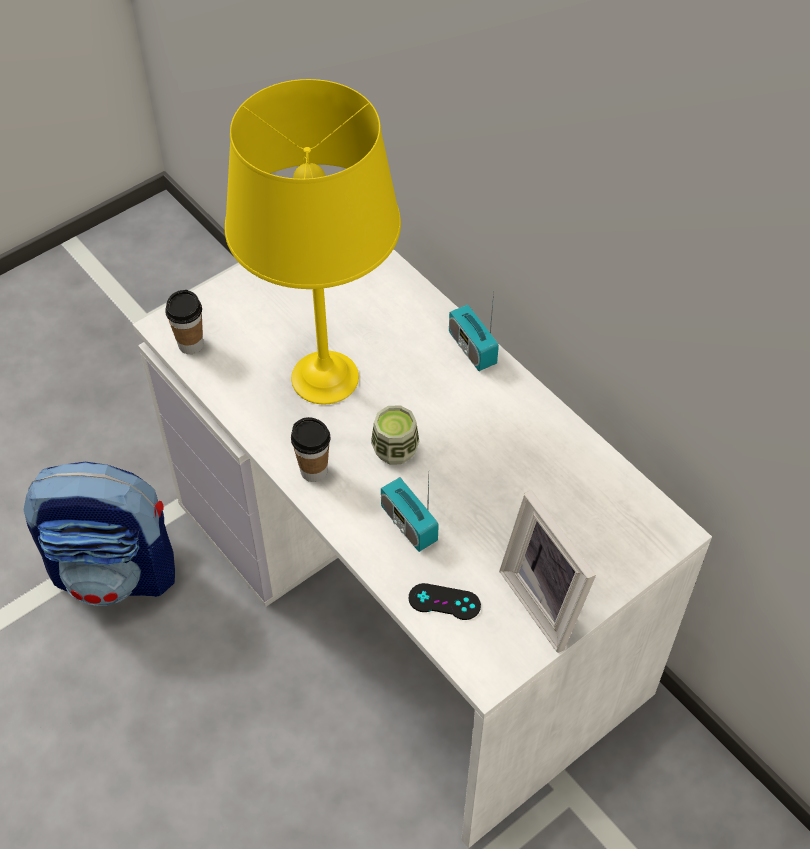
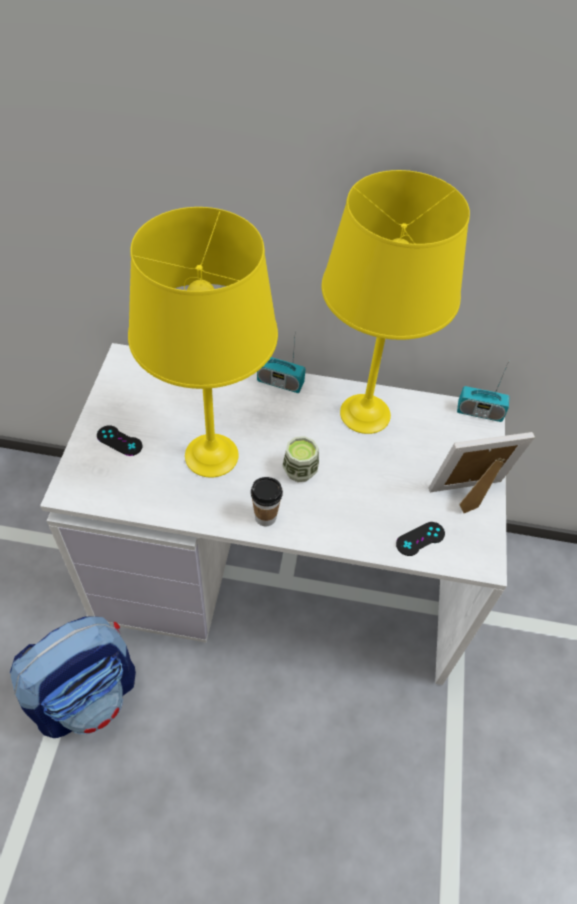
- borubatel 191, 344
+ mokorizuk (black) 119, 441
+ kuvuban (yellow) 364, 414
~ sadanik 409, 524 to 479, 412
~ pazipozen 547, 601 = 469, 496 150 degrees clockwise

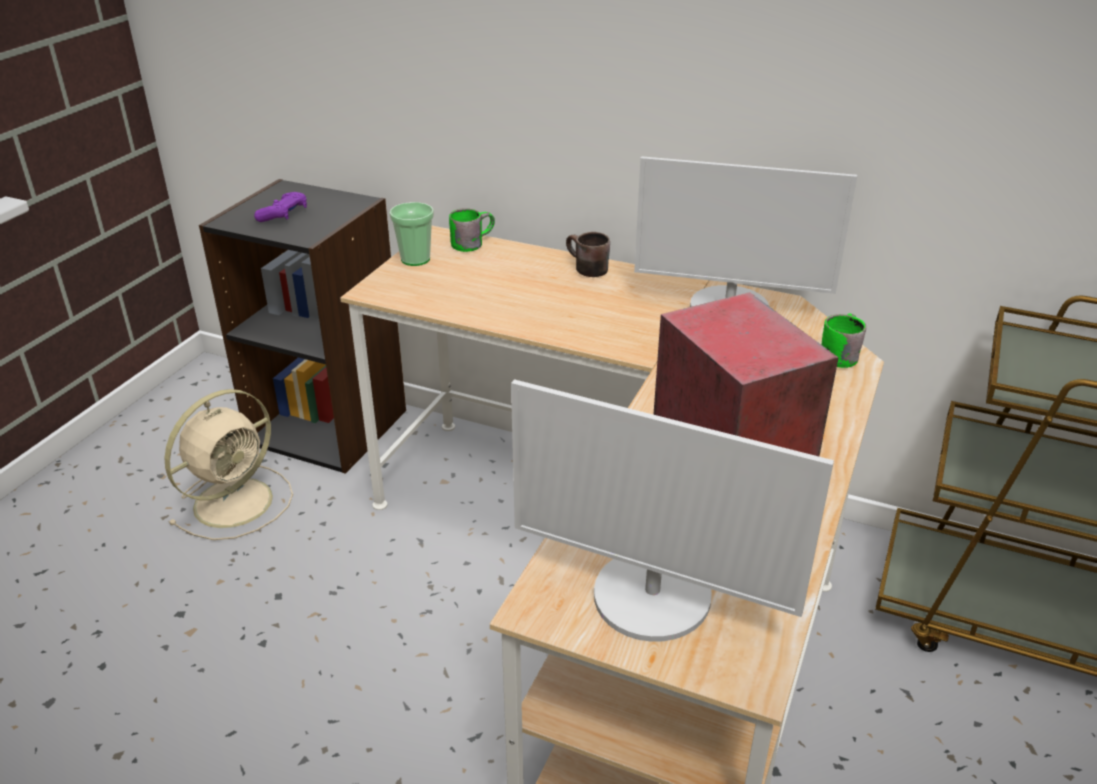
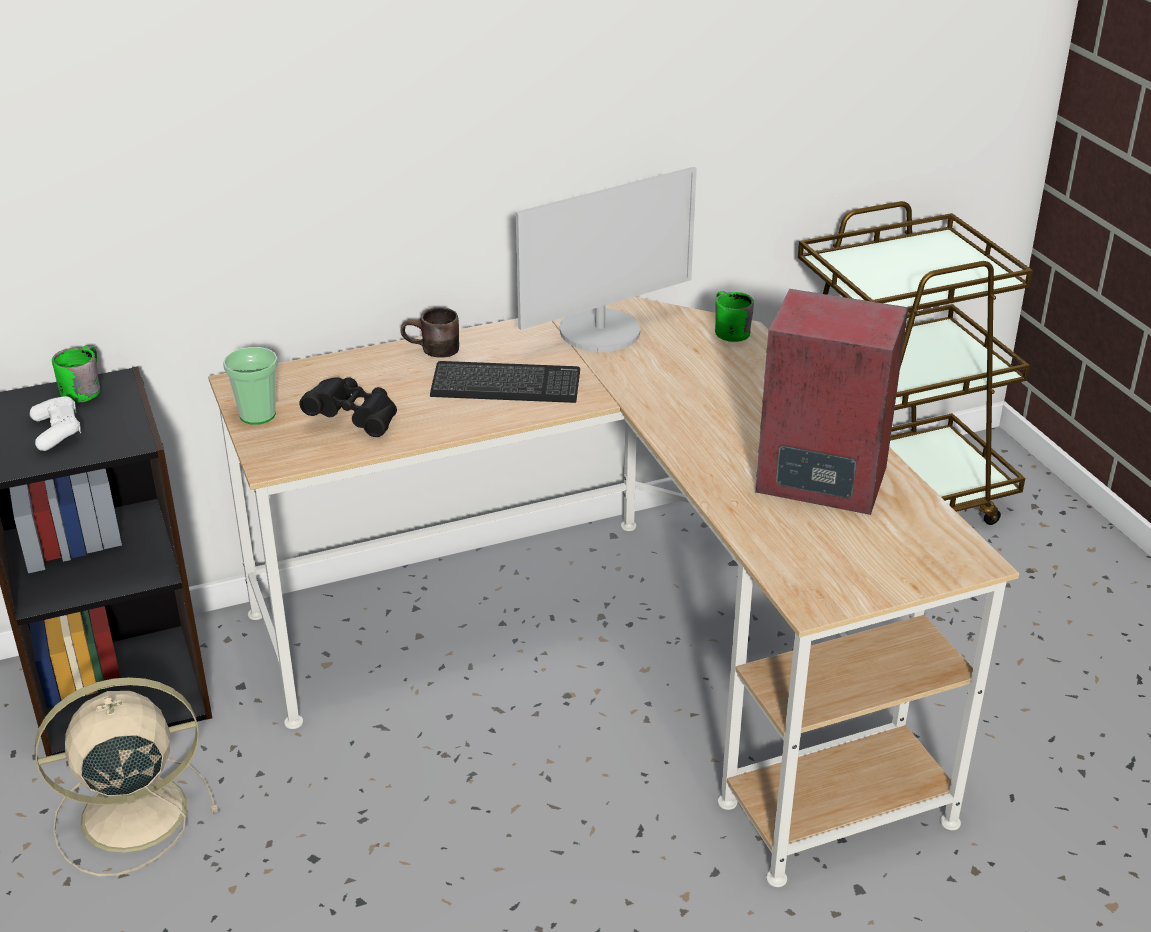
- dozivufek 652, 597
+ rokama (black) 354, 419
+ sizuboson 506, 386
~ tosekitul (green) 471, 243 to 81, 389
~ mokorizuk (purple) 284, 215 to mokorizuk (white) 57, 431
~ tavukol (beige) 236, 501 = 129, 815 105 degrees counterclockwise

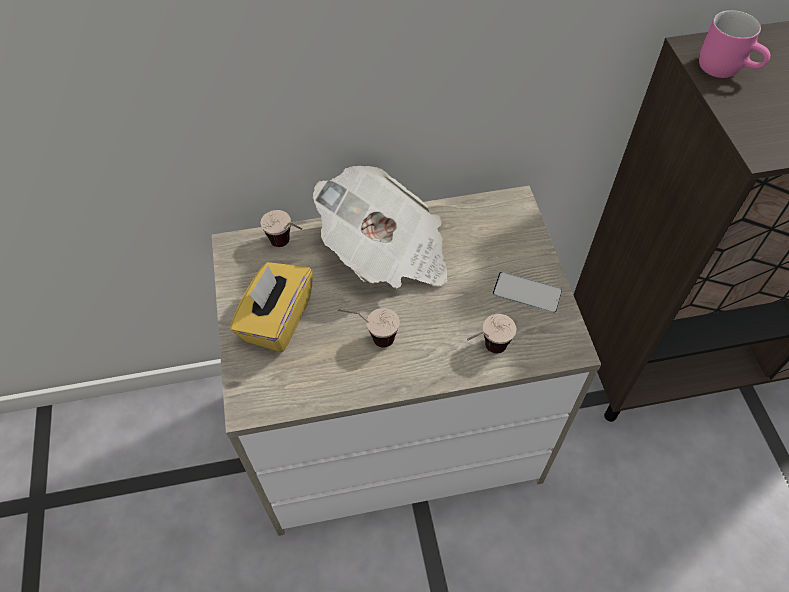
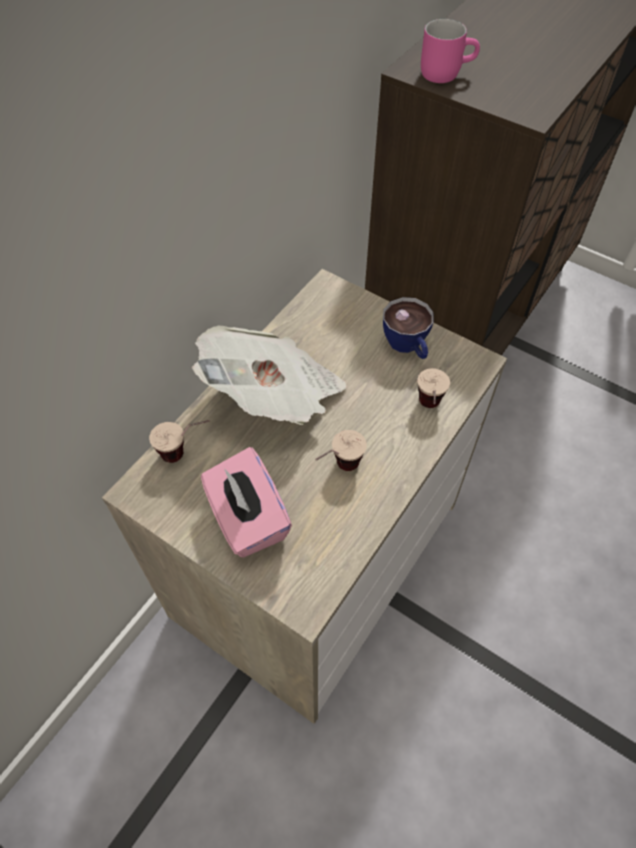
~ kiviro 527, 292 to borubatel 408, 347
~ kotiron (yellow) 276, 320 to kotiron (pink) 247, 518

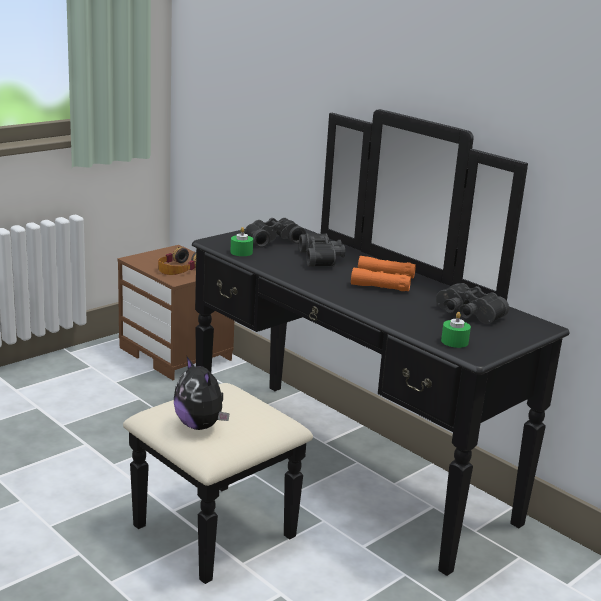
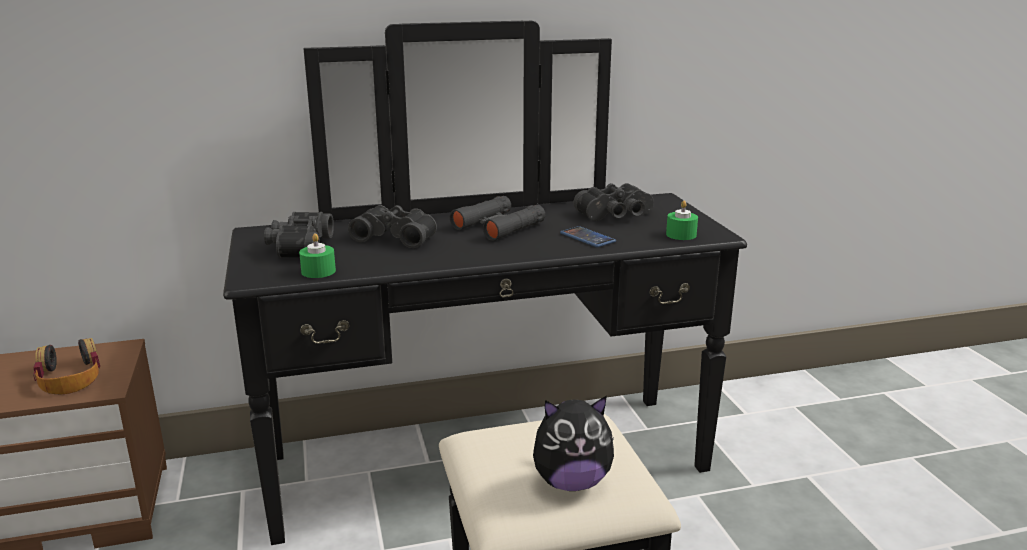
+ kiviro 587, 237
~ rokama (orange) 383, 281 to rokama (black) 498, 226

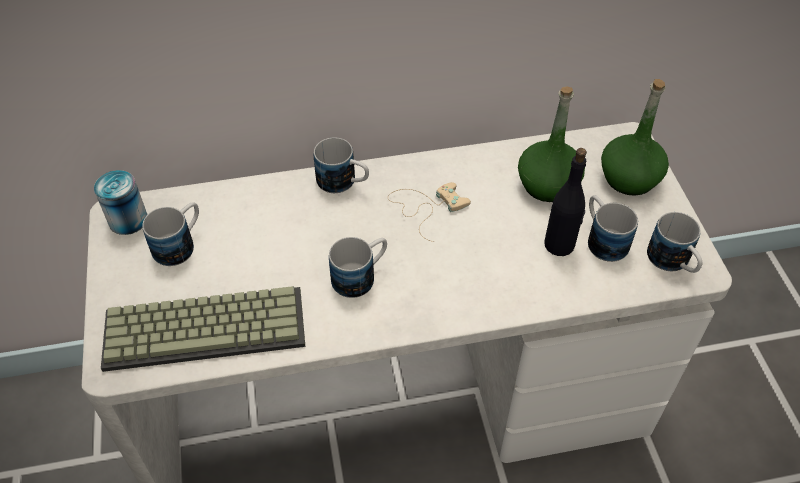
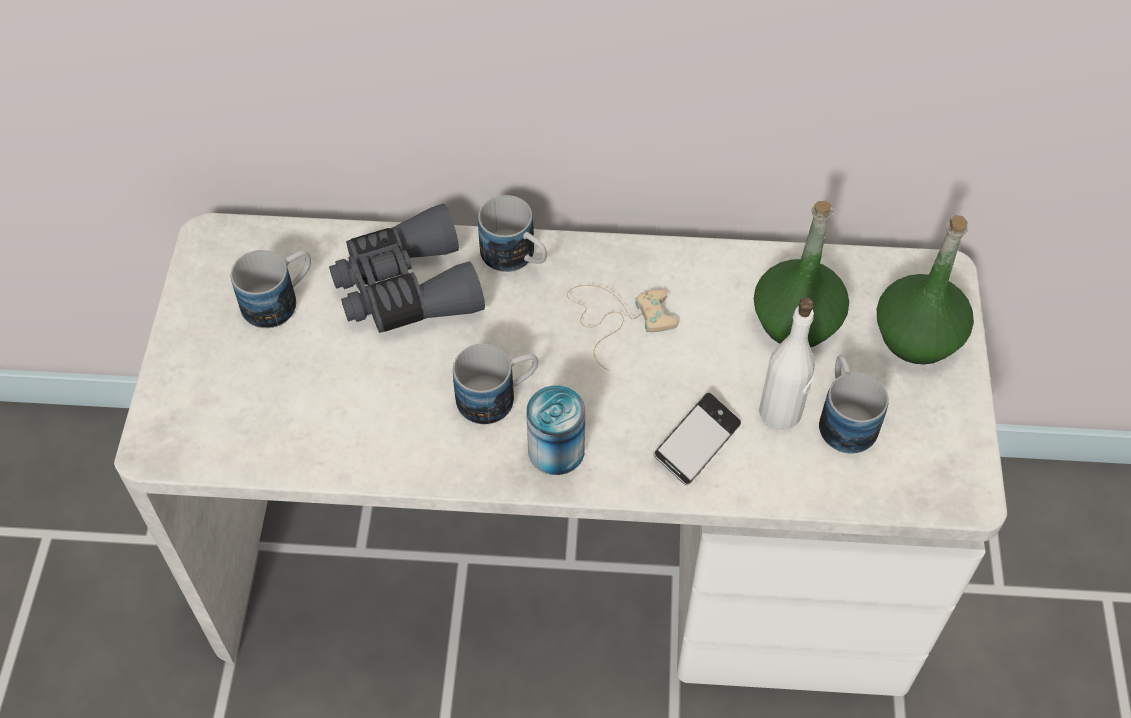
- sizuboson 207, 326
- tosekitul 673, 263
+ rokama (grey) 406, 289
+ kiviro 696, 443
~ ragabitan 128, 220 to 556, 450
~ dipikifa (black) 560, 244 to dipikifa (white) 781, 412

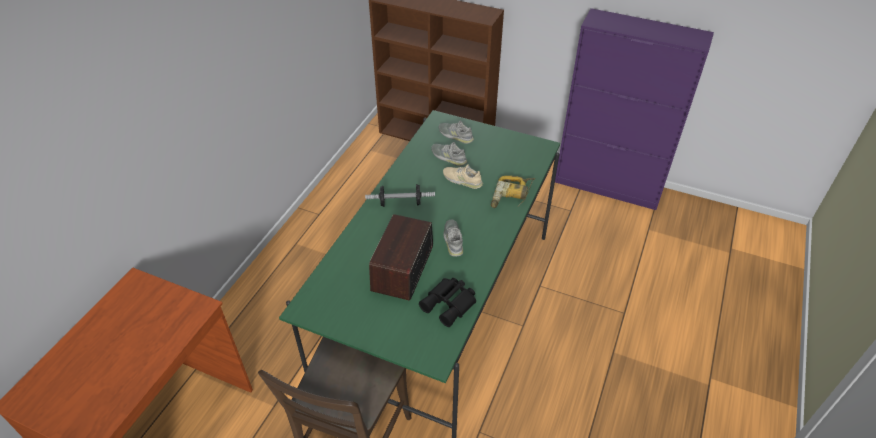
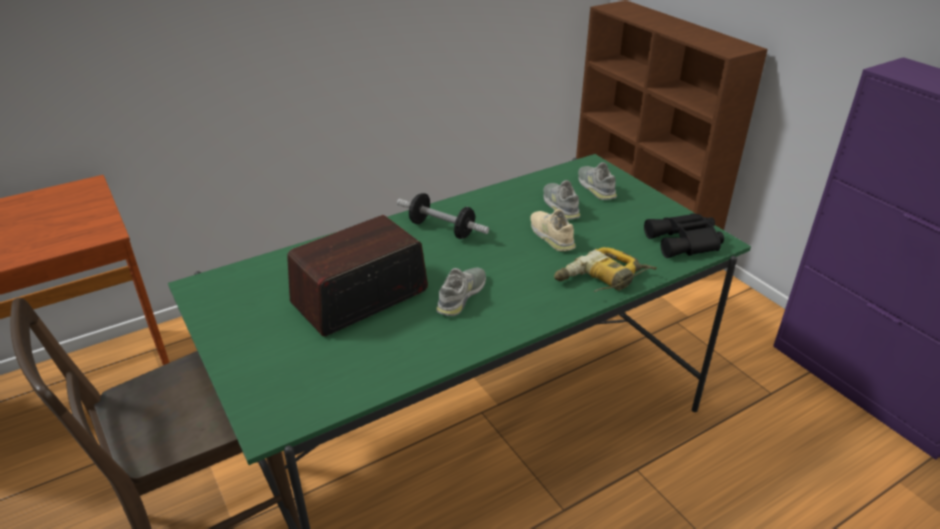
~ rokama (black) 450, 304 to 685, 242

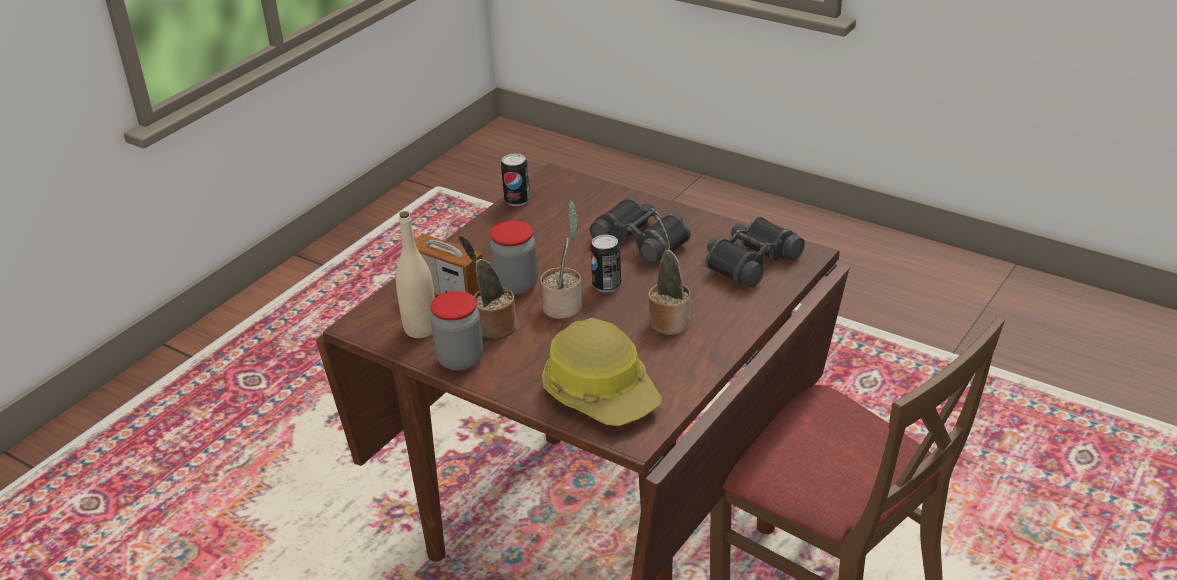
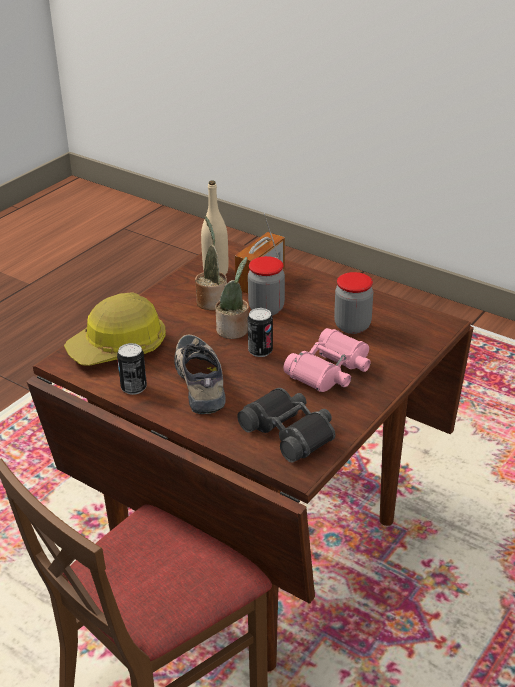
~ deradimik 460, 359 to 352, 326
~ ragabitan 517, 200 to 134, 388
~ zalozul 668, 321 to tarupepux 202, 381
~ rokama (black) 643, 240 to rokama (pink) 330, 371

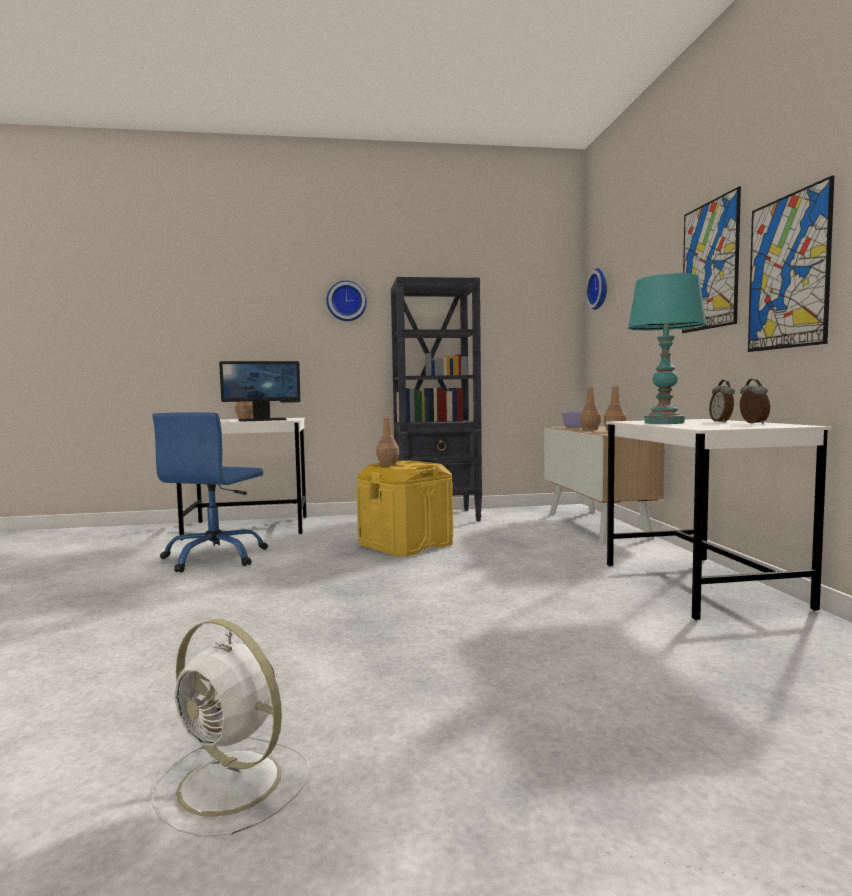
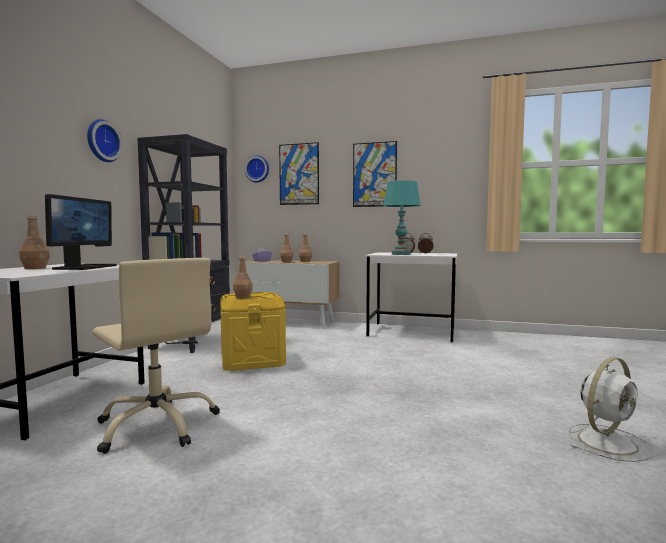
~ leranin 788, 272 to 299, 174
~ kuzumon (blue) 215, 557 to kuzumon (beige) 157, 425

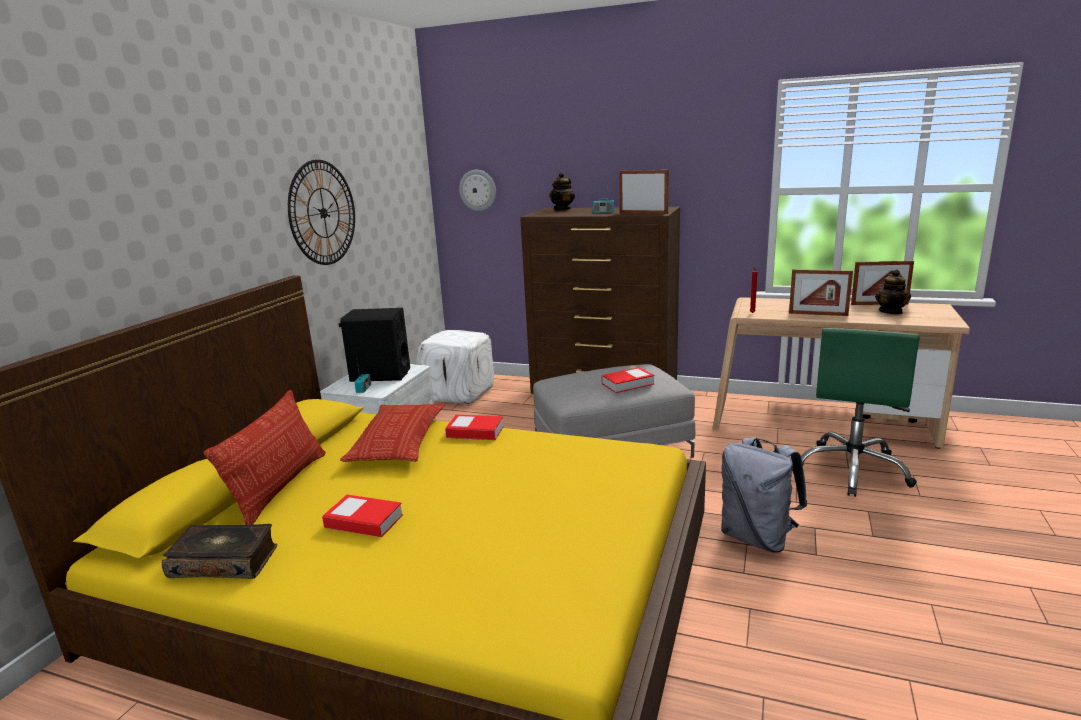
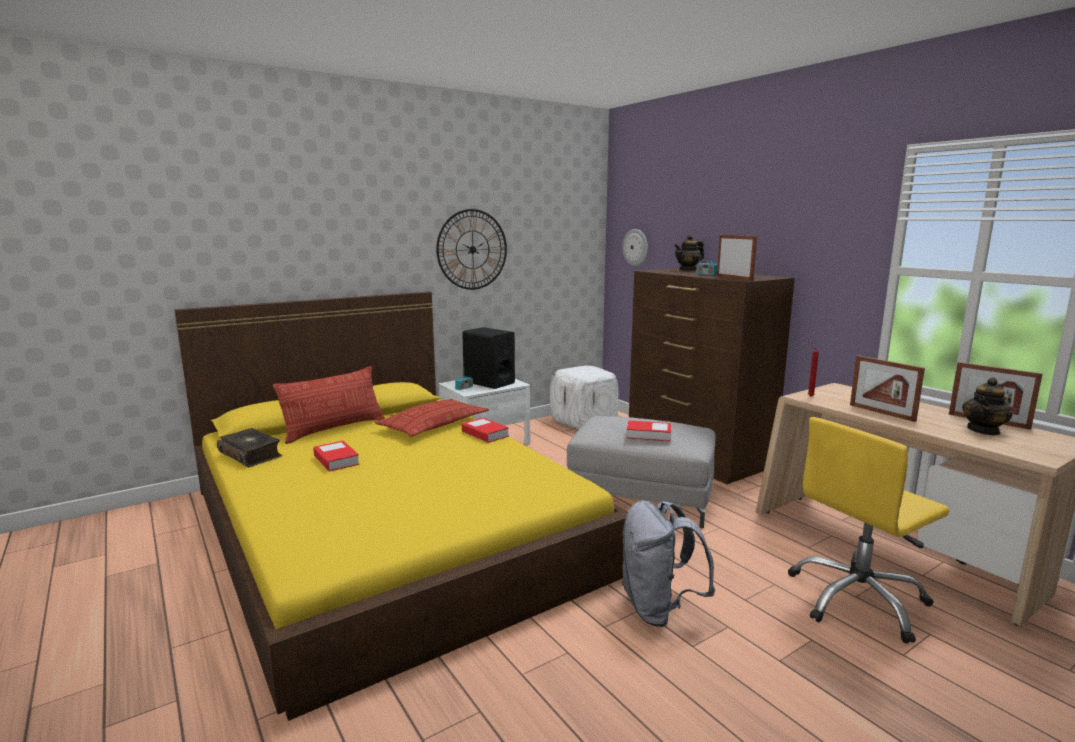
~ kuzumon (green) 853, 469 to kuzumon (yellow) 858, 600

